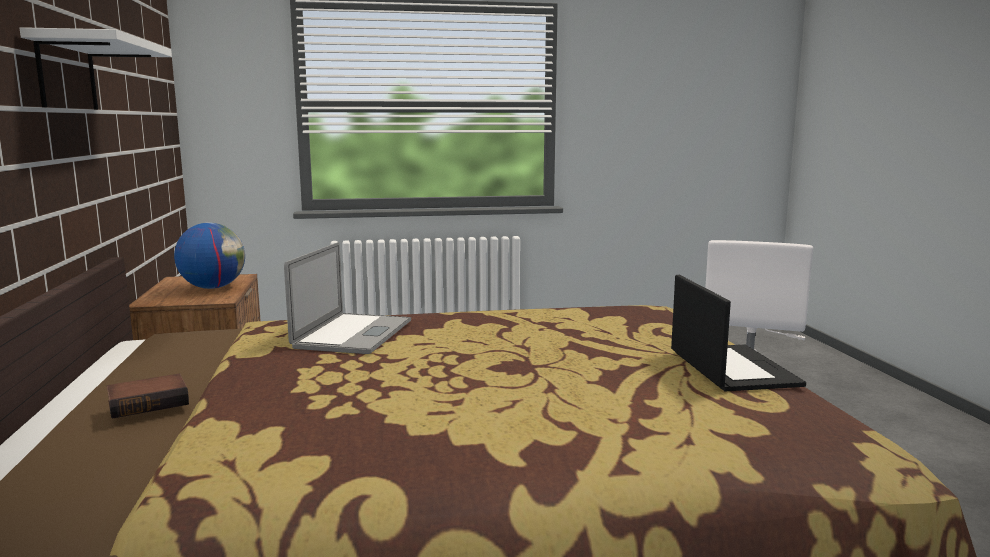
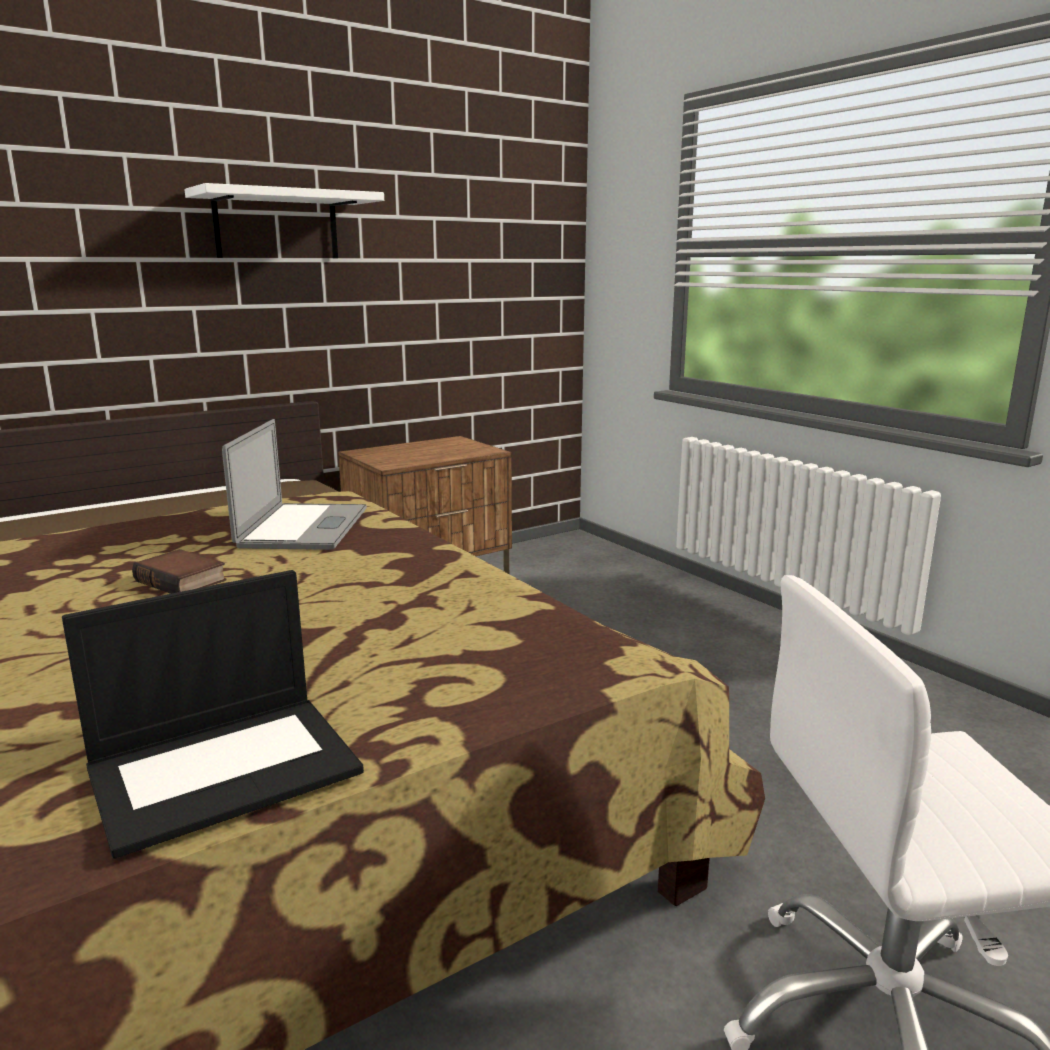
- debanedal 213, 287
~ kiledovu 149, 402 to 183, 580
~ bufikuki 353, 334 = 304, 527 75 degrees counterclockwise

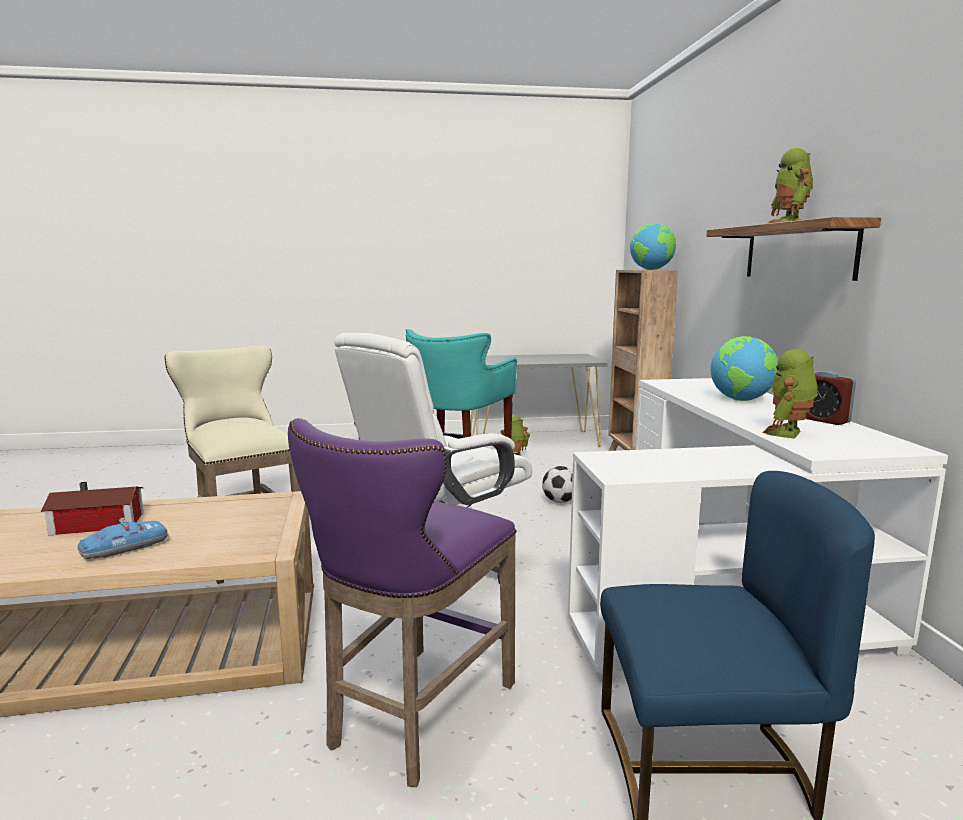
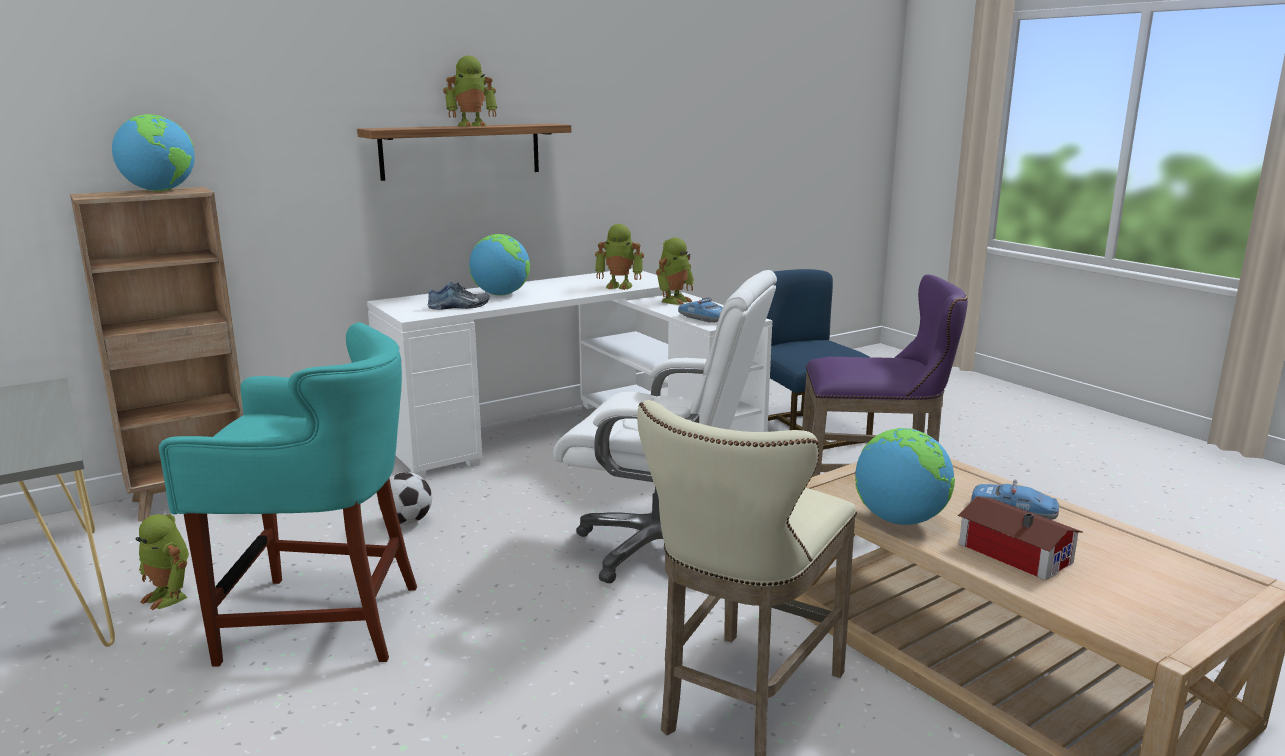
- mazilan 823, 420
+ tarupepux 459, 307
+ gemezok 674, 300
+ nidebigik 703, 318
+ debanedal 899, 520

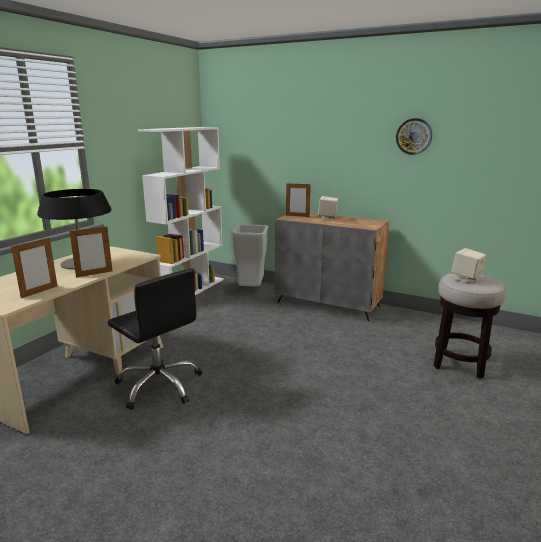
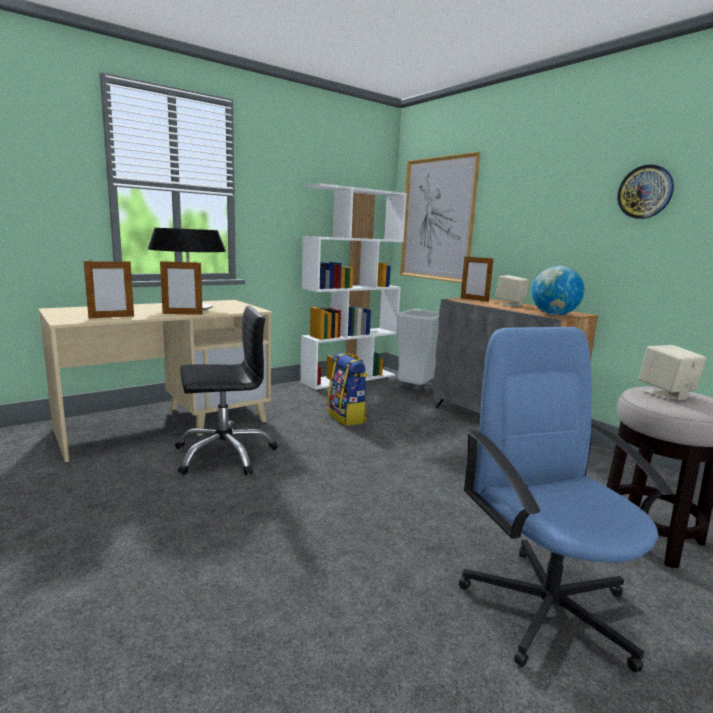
+ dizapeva 347, 417
+ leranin 437, 219
+ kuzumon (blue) 547, 606
+ debanedal 553, 315
~ kuzumon (black) 159, 385 = 224, 454 90 degrees counterclockwise

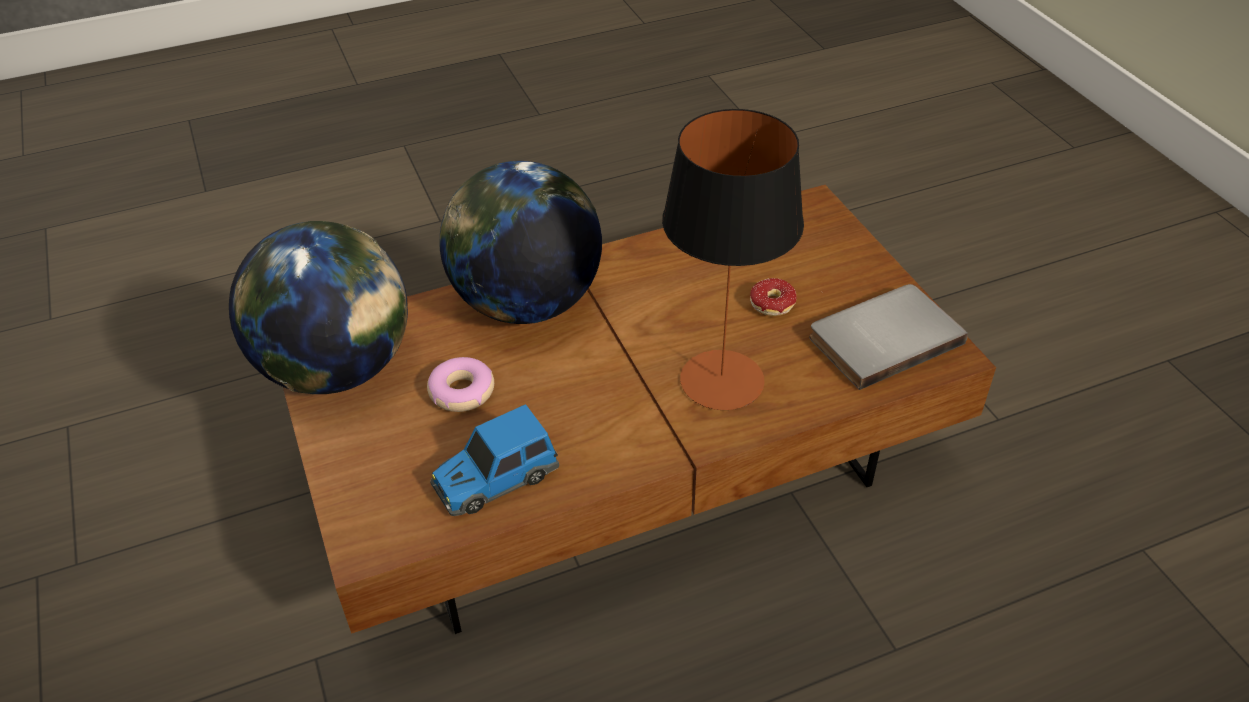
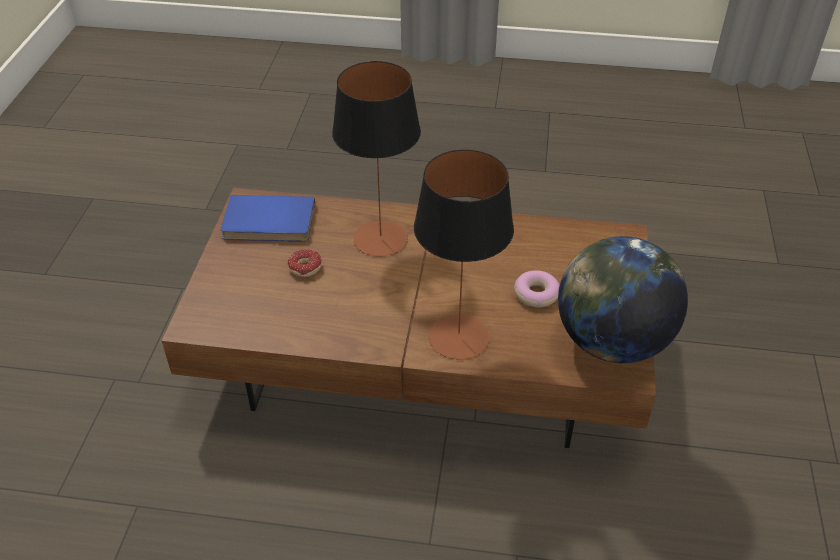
- nidebigik 495, 479
~ debanedal 527, 304 to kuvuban 458, 336
~ kiledovu (grey) 882, 337 to kiledovu (blue) 268, 223

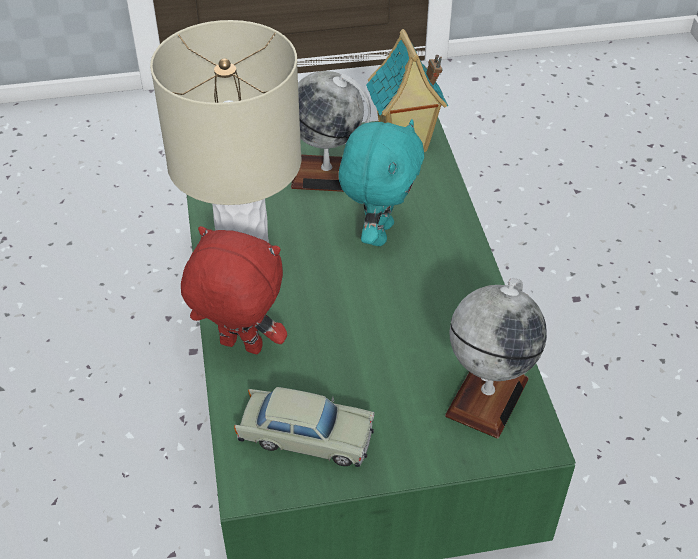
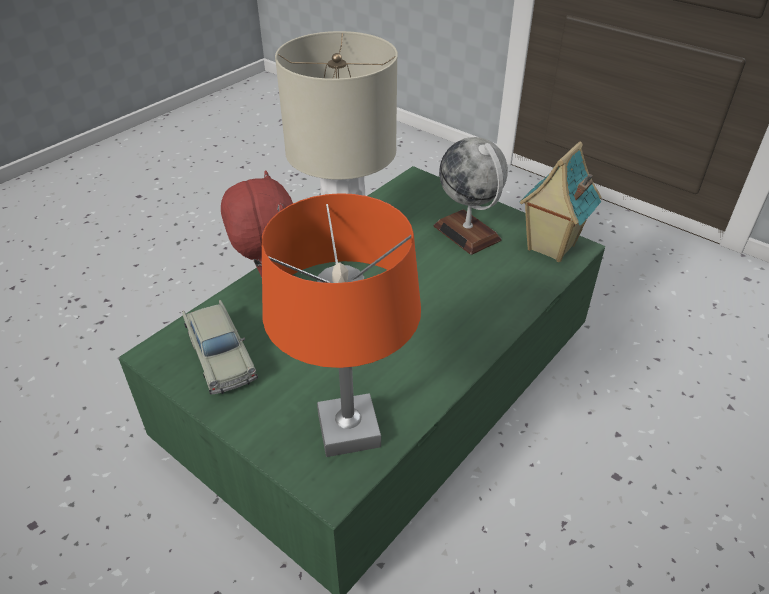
- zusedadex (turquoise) 378, 233
~ debanedal 487, 396 to kuvuban (orange) 349, 431

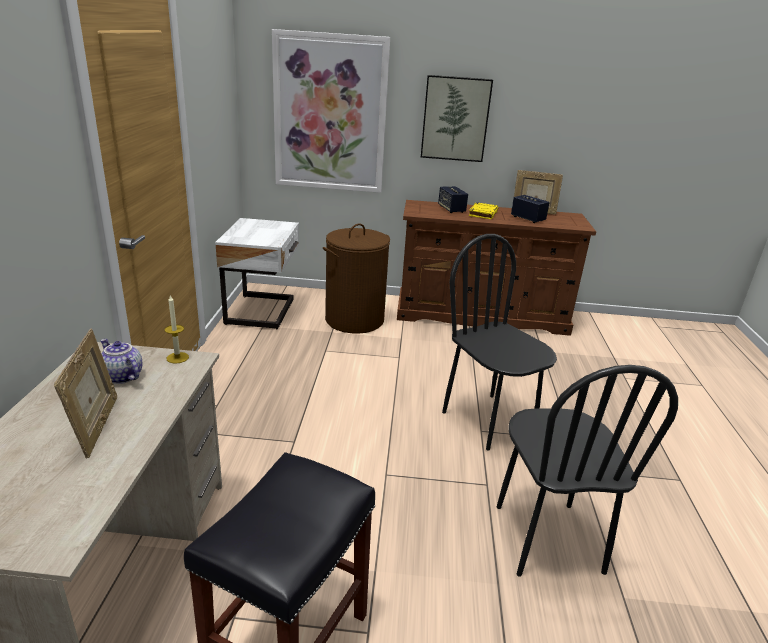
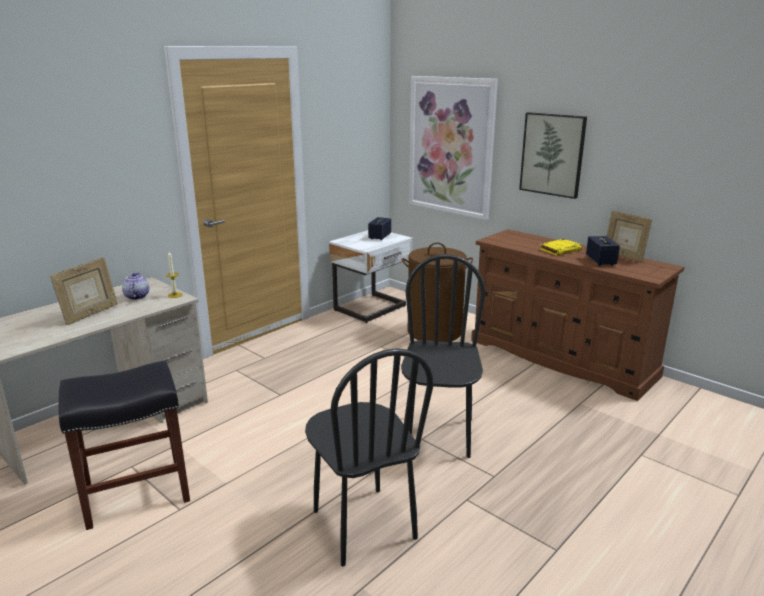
~ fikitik 451, 209 to 379, 237
~ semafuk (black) 547, 538 = 363, 524 60 degrees counterclockwise

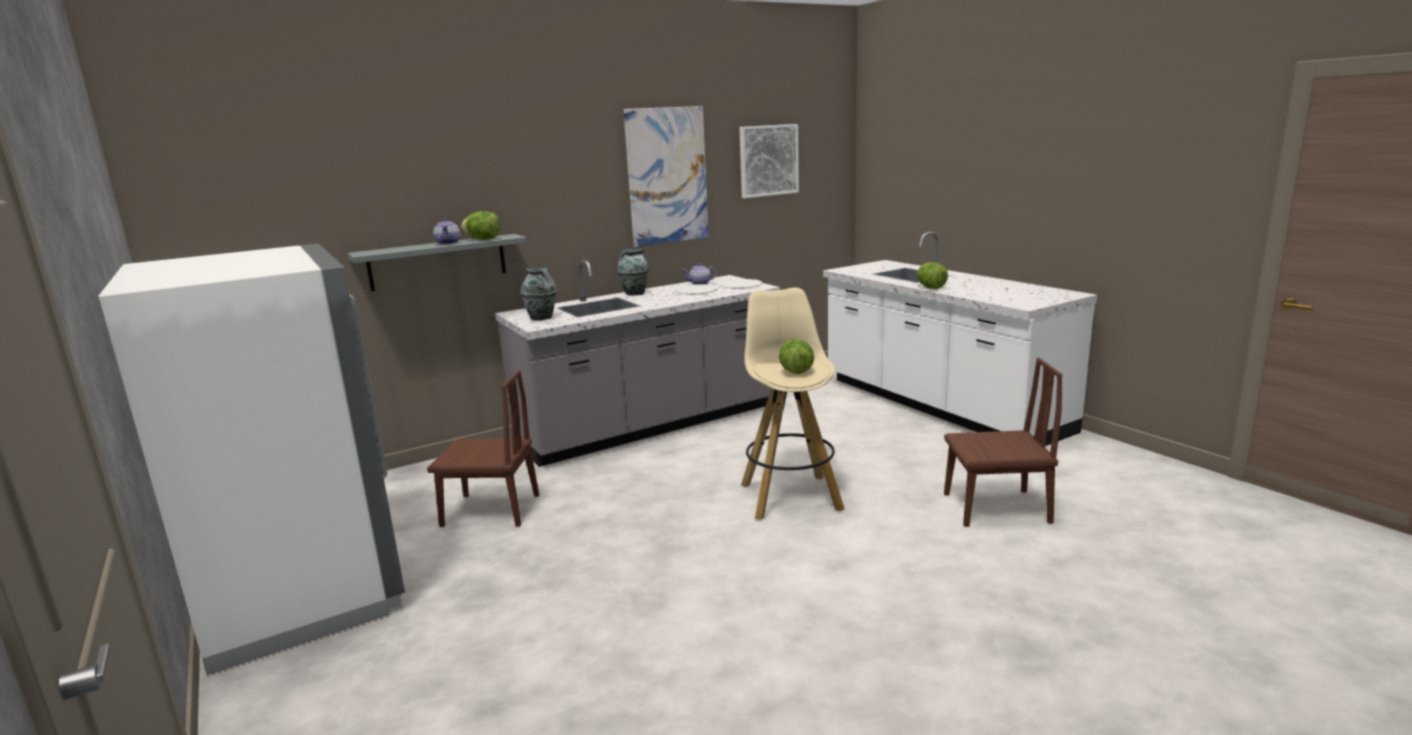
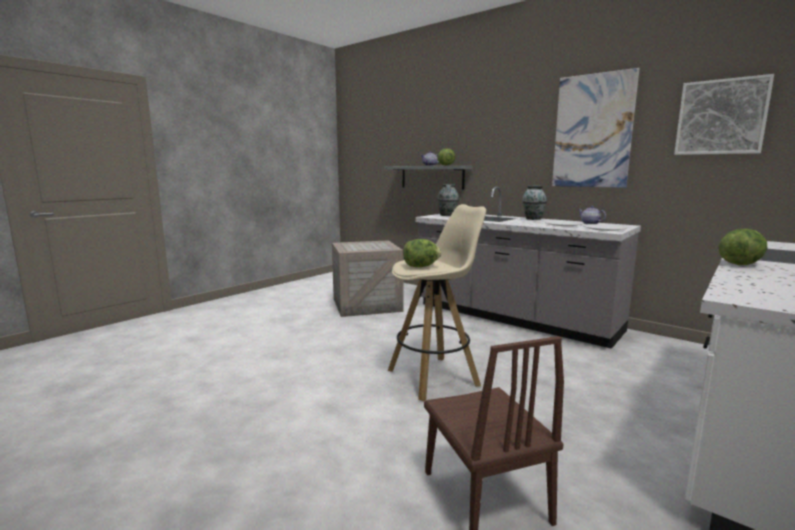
- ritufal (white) 303, 591
~ semafuk (brown) 490, 510 to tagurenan 366, 305

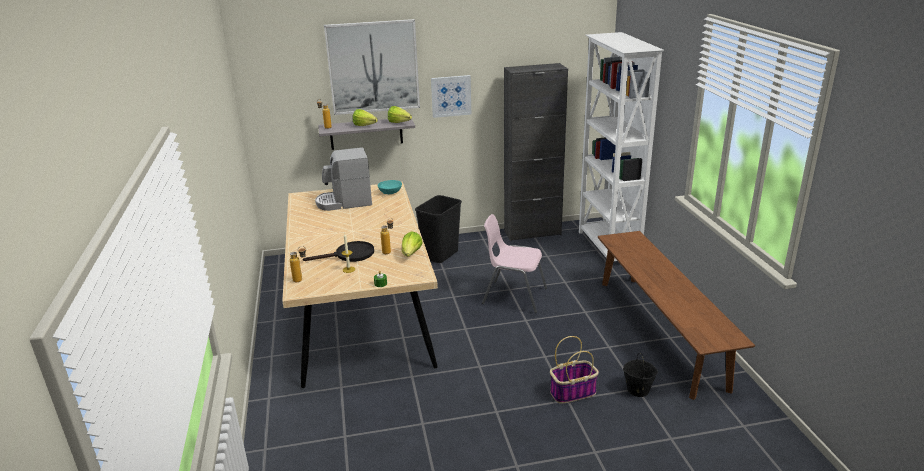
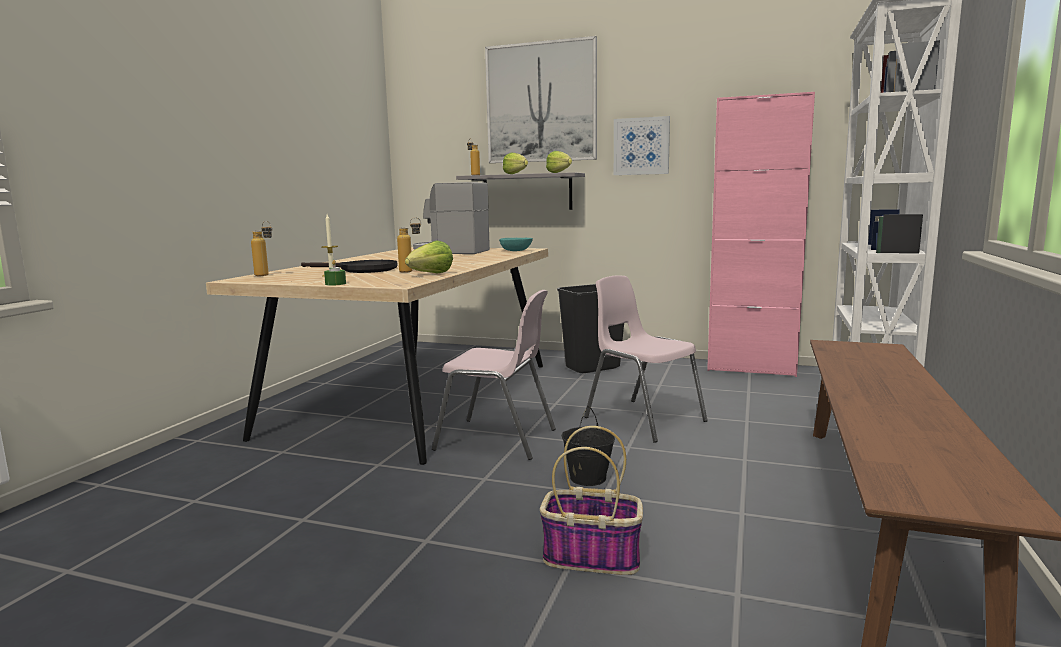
+ semafuk (pink) 498, 440
~ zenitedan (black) 637, 390 to 587, 478
~ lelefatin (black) 532, 233 to lelefatin (pink) 751, 369

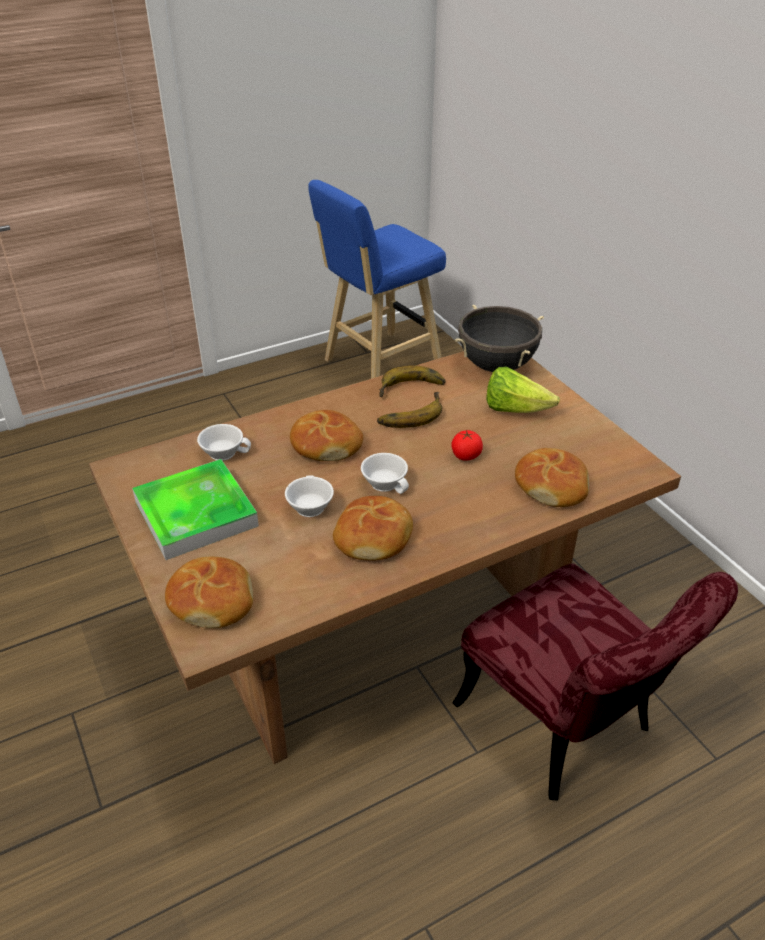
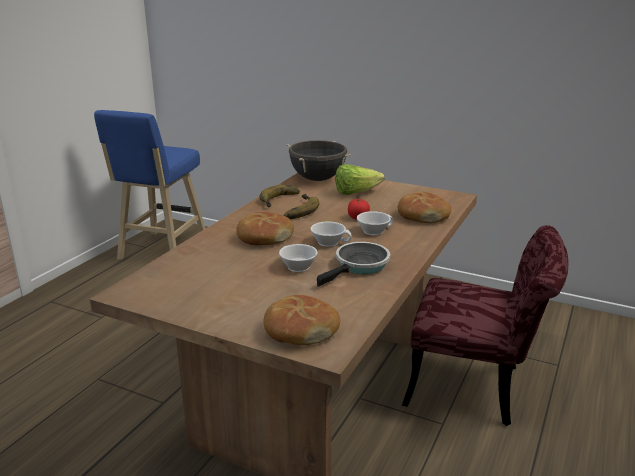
- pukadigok 196, 514
~ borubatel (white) 224, 451 to 373, 230
~ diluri 374, 537 to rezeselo 359, 266

